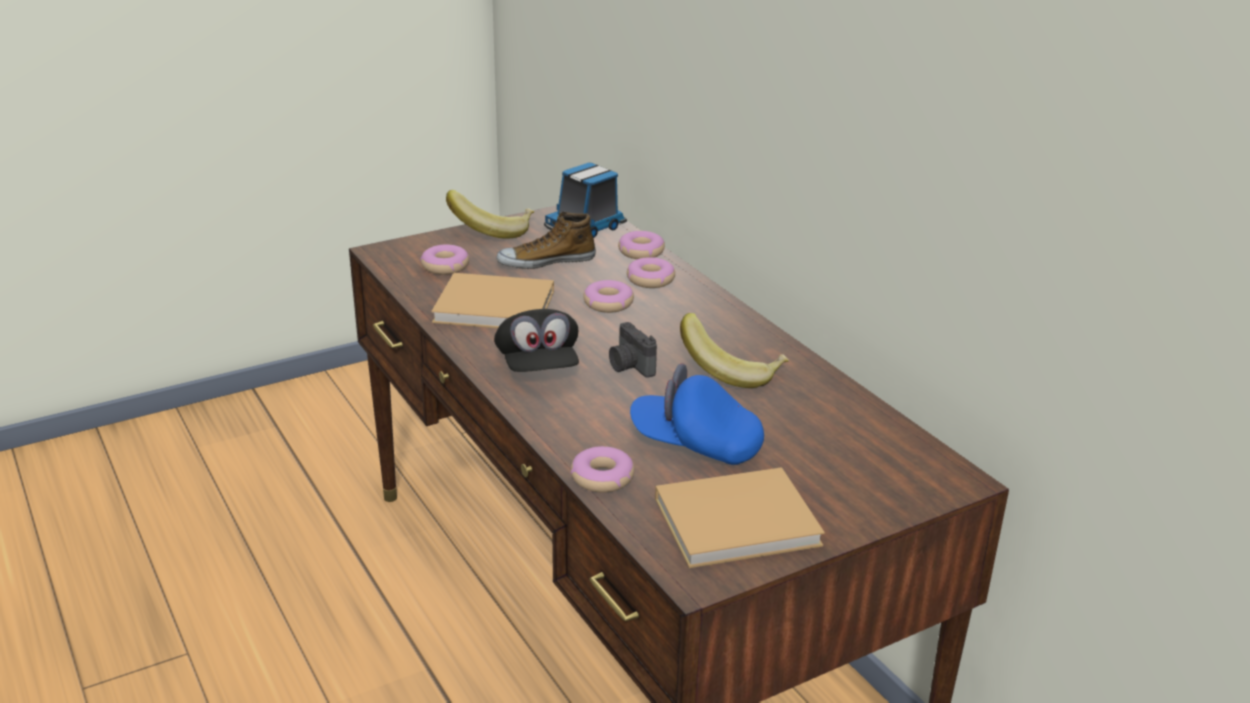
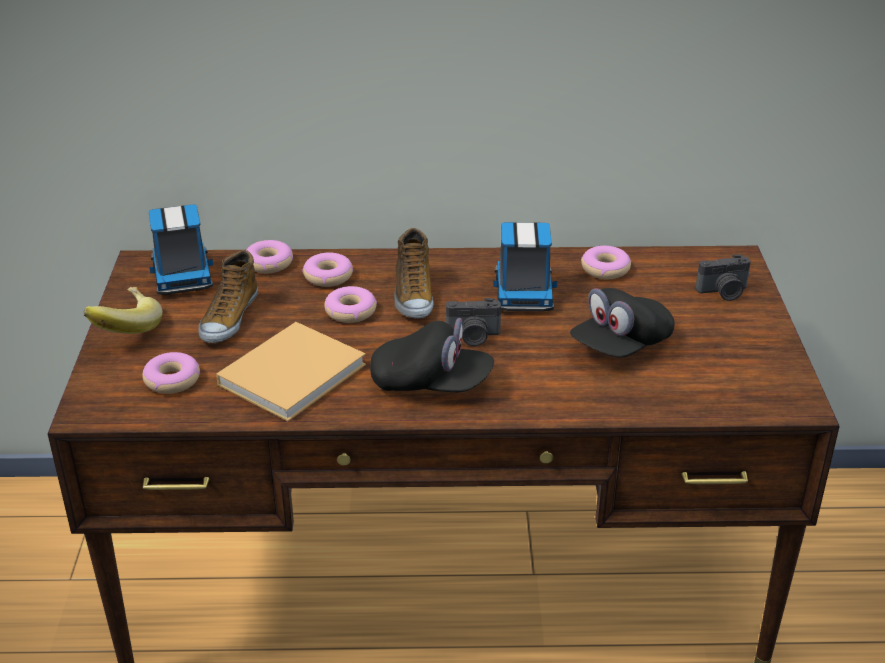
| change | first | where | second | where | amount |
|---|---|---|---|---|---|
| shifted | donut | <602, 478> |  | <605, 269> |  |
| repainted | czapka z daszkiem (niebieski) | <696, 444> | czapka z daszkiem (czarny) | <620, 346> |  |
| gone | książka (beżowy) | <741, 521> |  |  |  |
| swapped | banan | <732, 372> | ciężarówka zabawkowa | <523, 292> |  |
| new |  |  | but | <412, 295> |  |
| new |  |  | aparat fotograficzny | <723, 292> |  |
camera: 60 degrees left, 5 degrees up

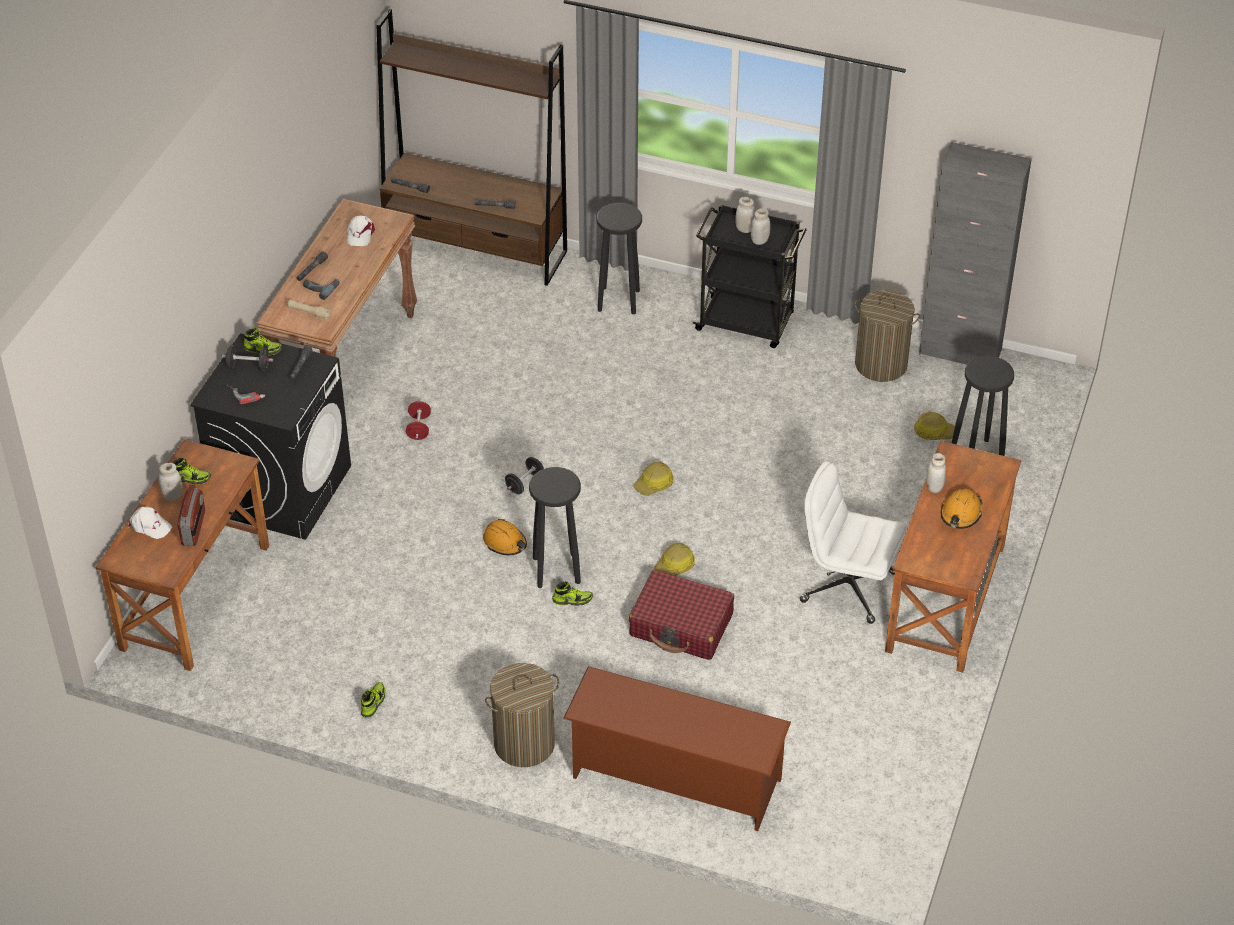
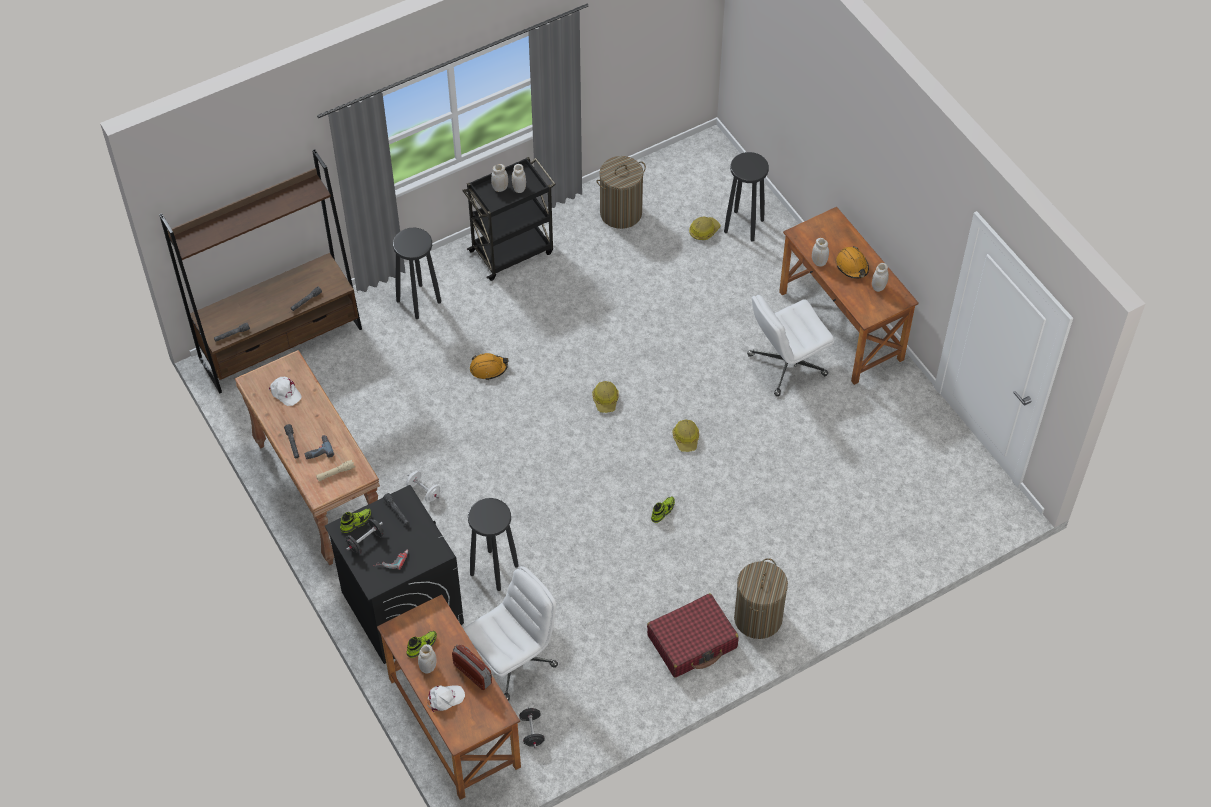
| change | first | where | second | where | amount |
|---|---|---|---|---|---|
| gone | but | <373, 703> |  |  |  |
| repainted | hantel (czerwony) | <419, 428> | hantel (biały) | <424, 491> |  |
| shifted | kask (pomarańczowy) | <505, 542> |  | <488, 368> |  |
| shifted | hantel (czarny) | <525, 483> |  | <532, 732> |  |
| shifted | stołek (czarny) | <556, 569> |  | <493, 569> |  |
| gone | regał na buty (brązowy) | <674, 778> |  |  |  |
| shifted | walizka (czerwony) | <681, 625> |  | <692, 642> |  |
| gone | szafka (szary) | <960, 352> |  |  |  |
| new |  |  | krzesło biurowe (biały) | <513, 660> |  |
| new |  |  | słoik (biały) | <878, 287> |  |
camera: 50 degrees left, 10 degrees up

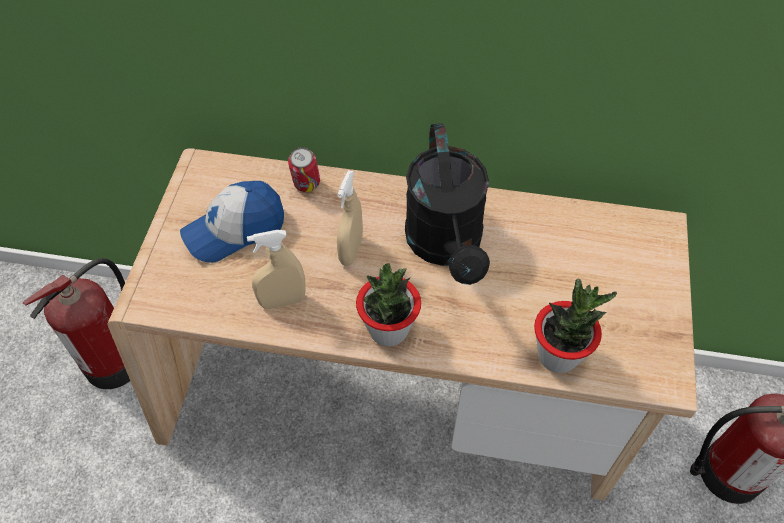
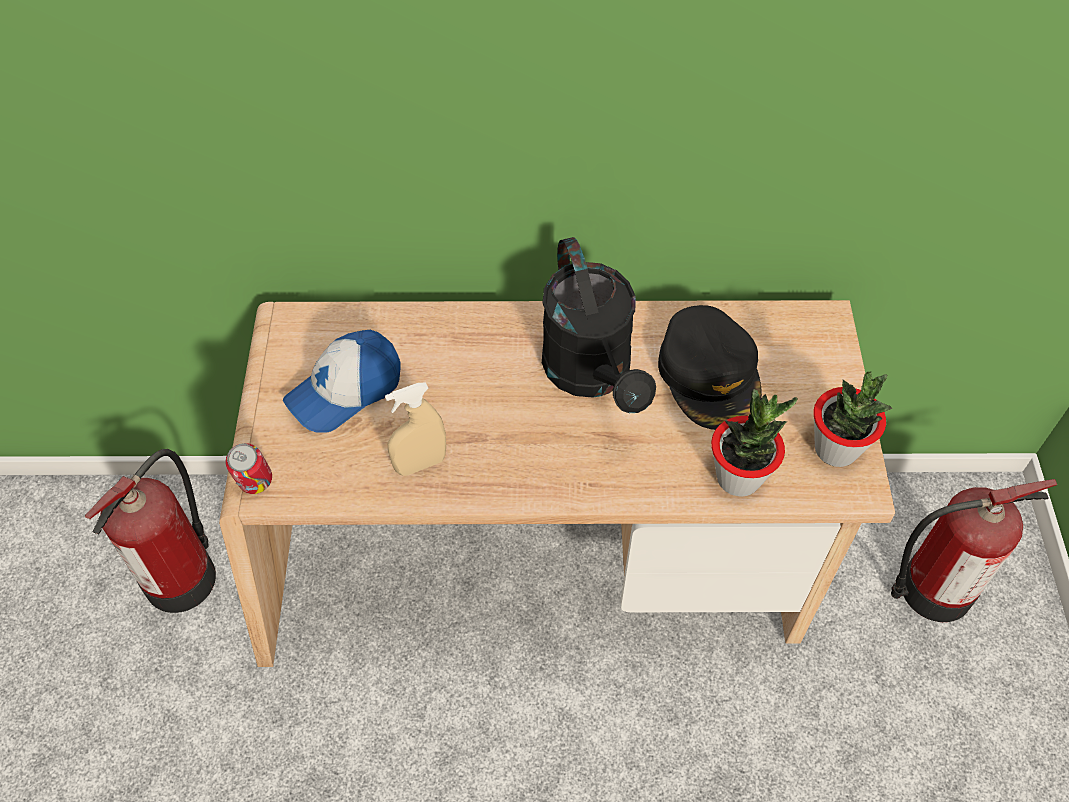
| change | first | where | second | where | amount |
|---|---|---|---|---|---|
| shifted | puszka | <306, 186> |  | <255, 485> |  |
| gone | spryskiwacz (beżowy) | <351, 251> |  |  |  |
| shifted | roślina doniczkowa | <388, 330> |  | <836, 449> |  |
| new |  |  | czapka z daszkiem (czarny) | <710, 375> |  |
camera: 10 degrees left, 0 degrees up

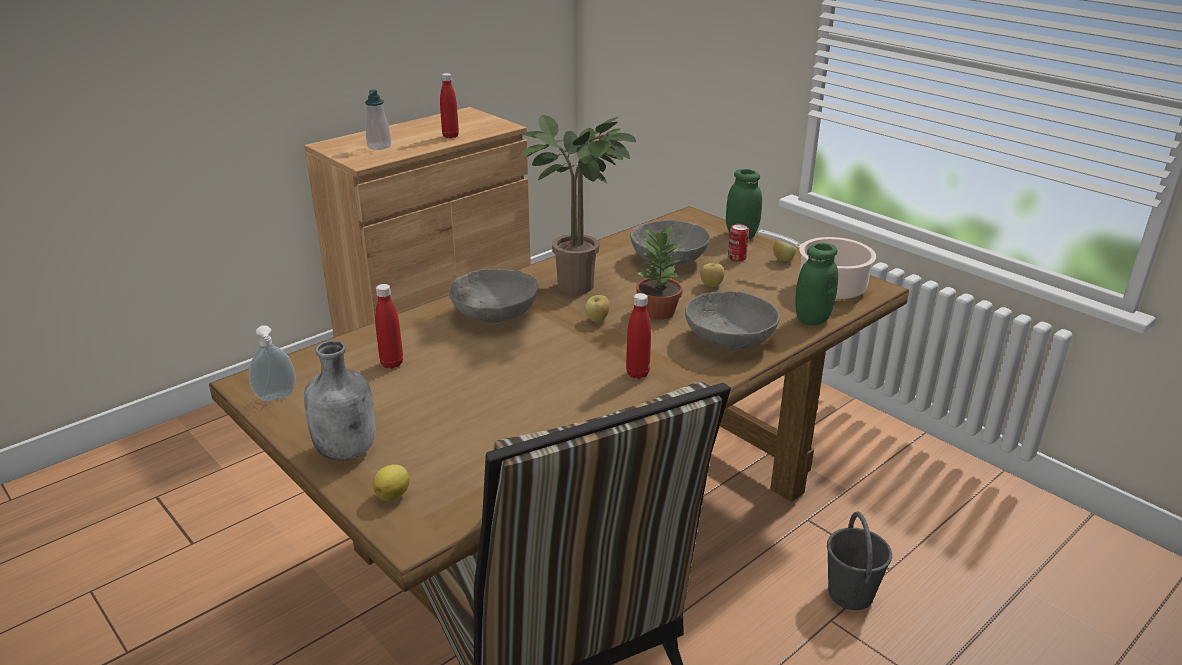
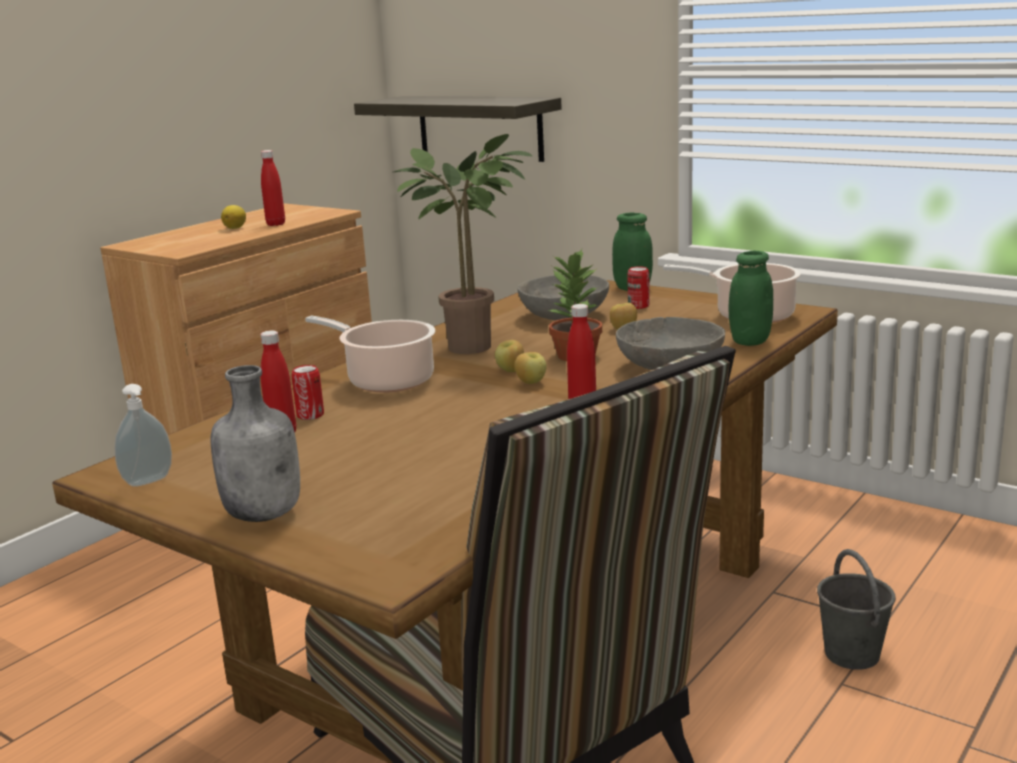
| change | first | where | second | where | amount |
|---|---|---|---|---|---|
| gone | dozownik mydła | <379, 146> |  |  |  |
| shifted | cytryna | <393, 495> |  | <235, 228> |  |
| swapped | miska (szary) | <494, 314> | garnek | <386, 380> |  |
| shifted | jabłko | <783, 260> |  | <531, 382> |  |
| new |  |  | puszka | <310, 415> |  |
| new |  |  | półka | <479, 127> |  |
camera: 10 degrees left, 10 degrees down

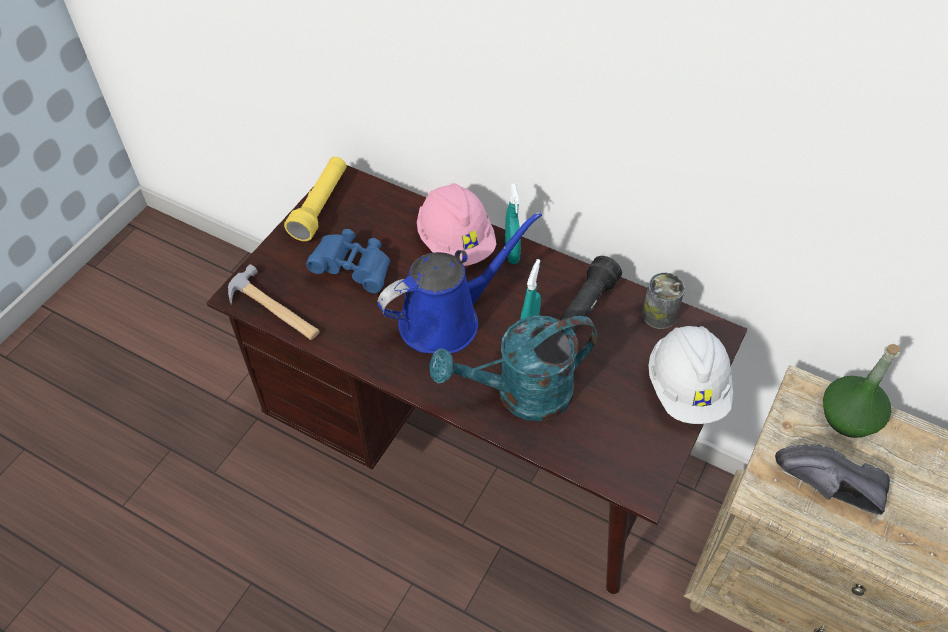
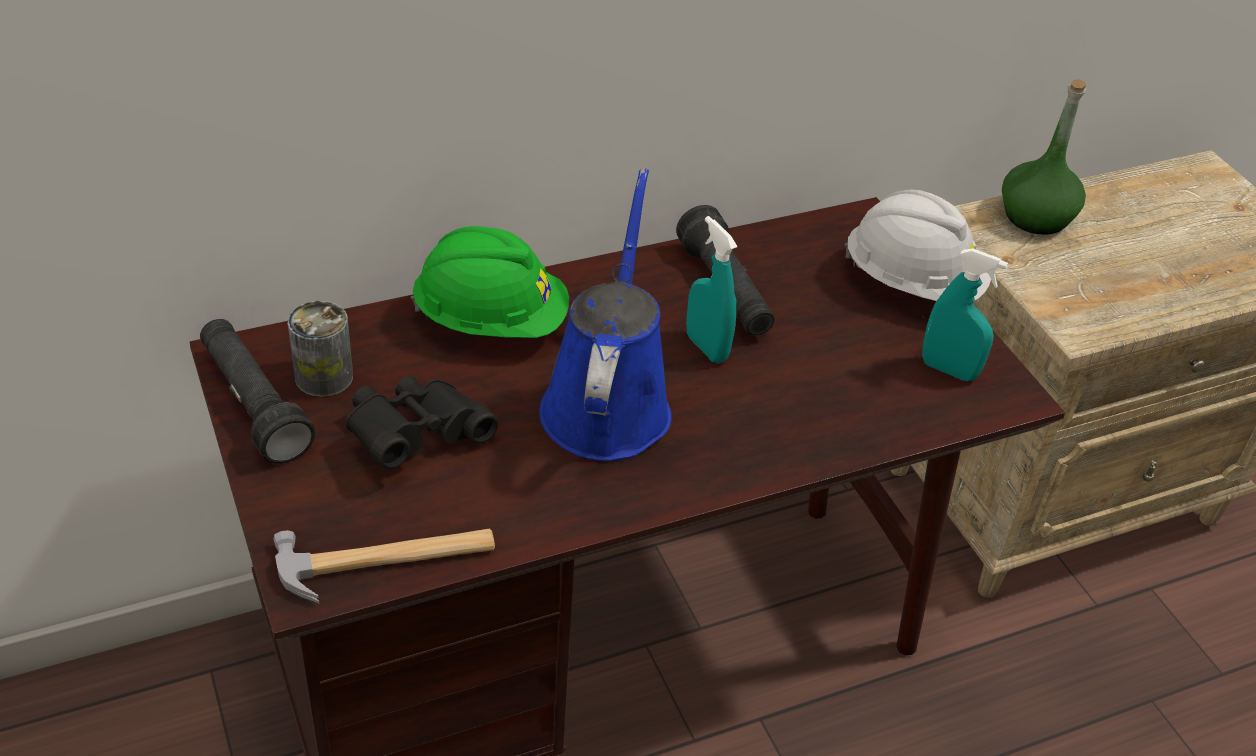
| change | first | where | second | where | amount |
|---|---|---|---|---|---|
| repainted | latarka (żółty) | <320, 206> | latarka (czarny) | <254, 404> |  |
| repainted | lornetka (niebieski) | <354, 269> | lornetka (czarny) | <416, 437> |  |
| repainted | kask (różowy) | <456, 242> | kask (zielony) | <491, 321> |  |
| gone | konewka (turkusowy) | <521, 395> |  |  |  |
| shifted | spryskiwacz (turkusowy) | <512, 252> |  | <948, 370> |  |
| shifted | puszka | <659, 315> |  | <324, 377> |  |
| gone | but (czarny) | <827, 490> |  |  |  |
camera: 55 degrees left, 10 degrees down

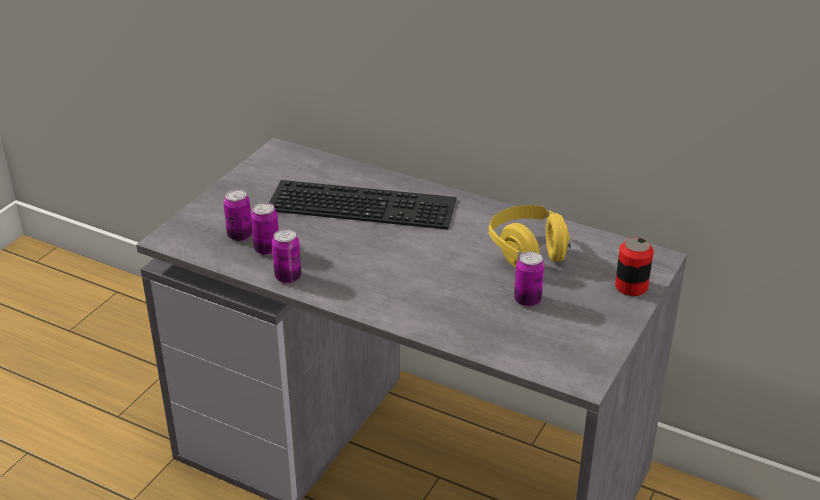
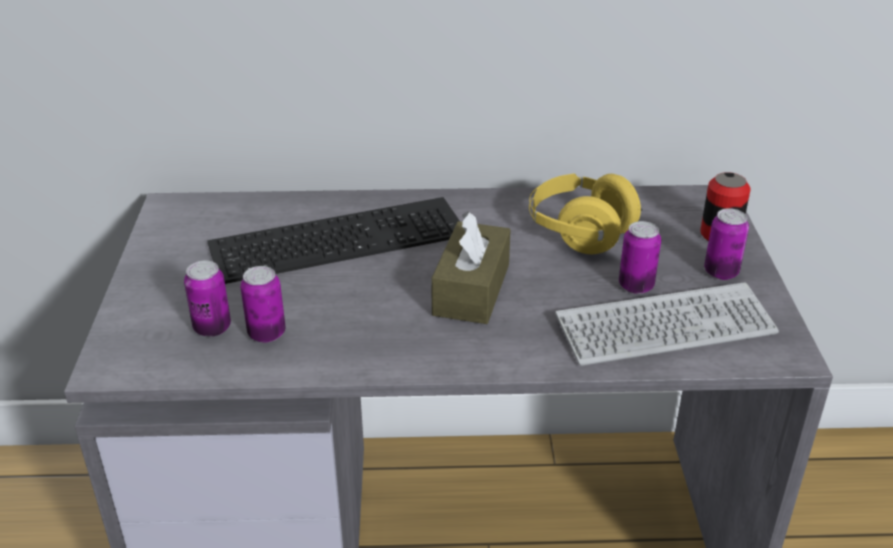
| change | first | where | second | where | amount |
|---|---|---|---|---|---|
| shifted | puszka | <288, 277> |  | <721, 272> |  |
| new |  |  | pudełko chusteczek (brązowy) | <471, 289> |  |
| new |  |  | klawiatura | <665, 327> |  |
camera: 30 degrees left, 0 degrees up

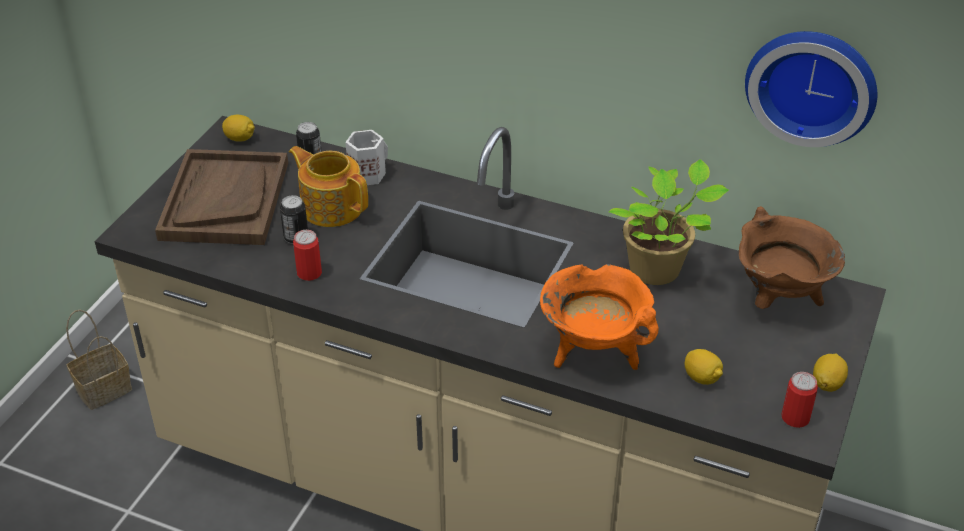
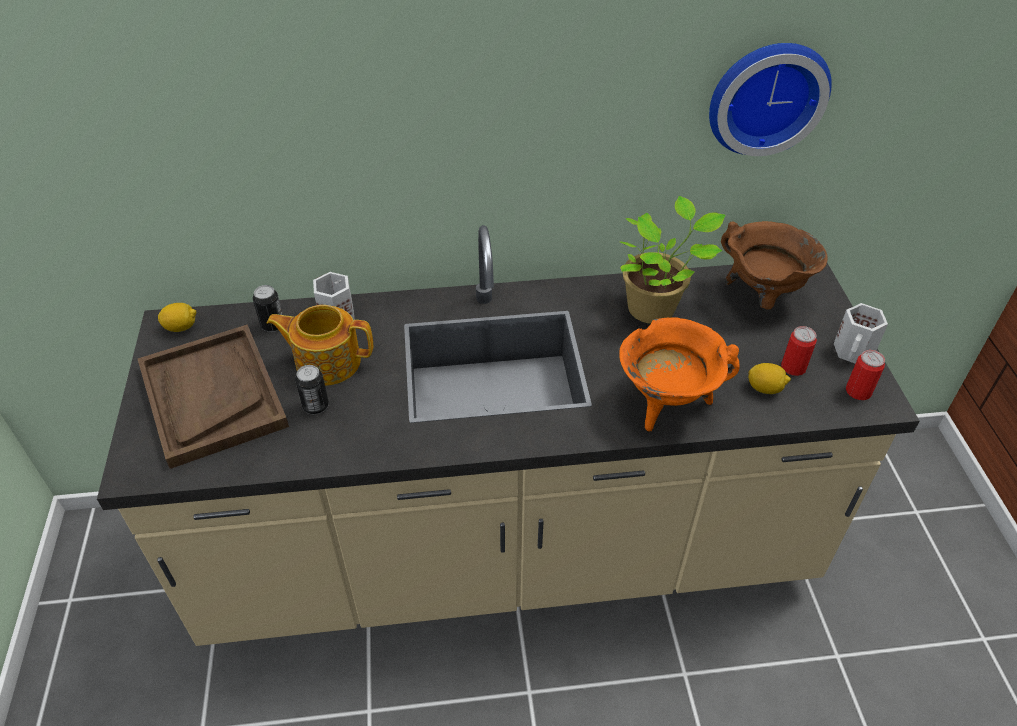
| change | first | where | second | where | amount |
|---|---|---|---|---|---|
| gone | koszyk | <103, 391> |  |  |  |
| shifted | puszka | <309, 273> |  | <793, 367> |  |
| swapped | cytryna | <827, 383> | kubek (biały) | <854, 352> |  |
camera: 30 degrees left, 5 degrees up

